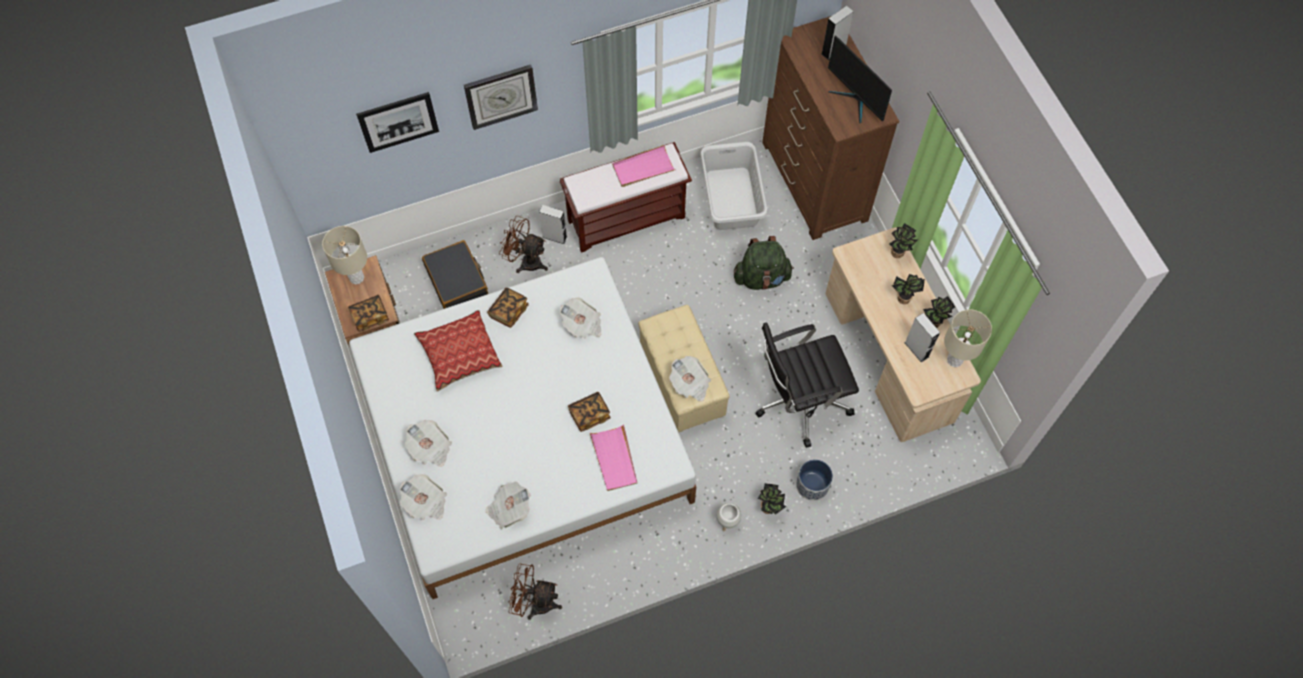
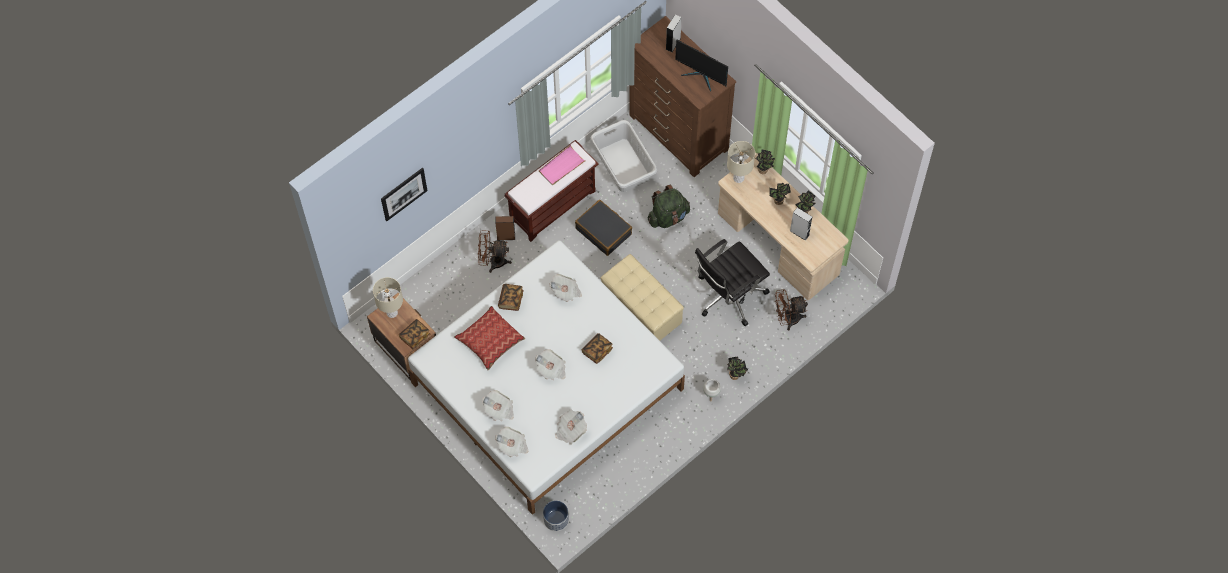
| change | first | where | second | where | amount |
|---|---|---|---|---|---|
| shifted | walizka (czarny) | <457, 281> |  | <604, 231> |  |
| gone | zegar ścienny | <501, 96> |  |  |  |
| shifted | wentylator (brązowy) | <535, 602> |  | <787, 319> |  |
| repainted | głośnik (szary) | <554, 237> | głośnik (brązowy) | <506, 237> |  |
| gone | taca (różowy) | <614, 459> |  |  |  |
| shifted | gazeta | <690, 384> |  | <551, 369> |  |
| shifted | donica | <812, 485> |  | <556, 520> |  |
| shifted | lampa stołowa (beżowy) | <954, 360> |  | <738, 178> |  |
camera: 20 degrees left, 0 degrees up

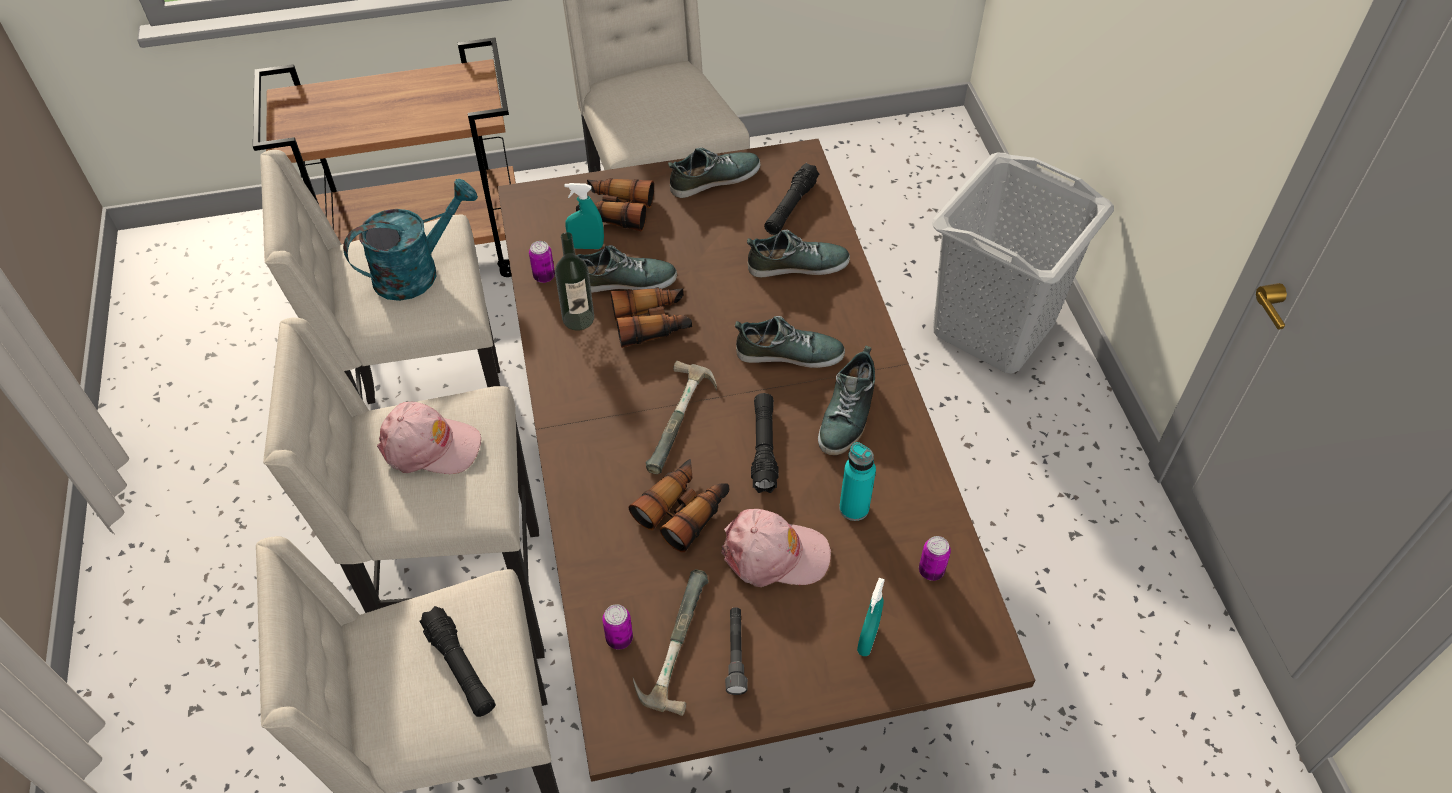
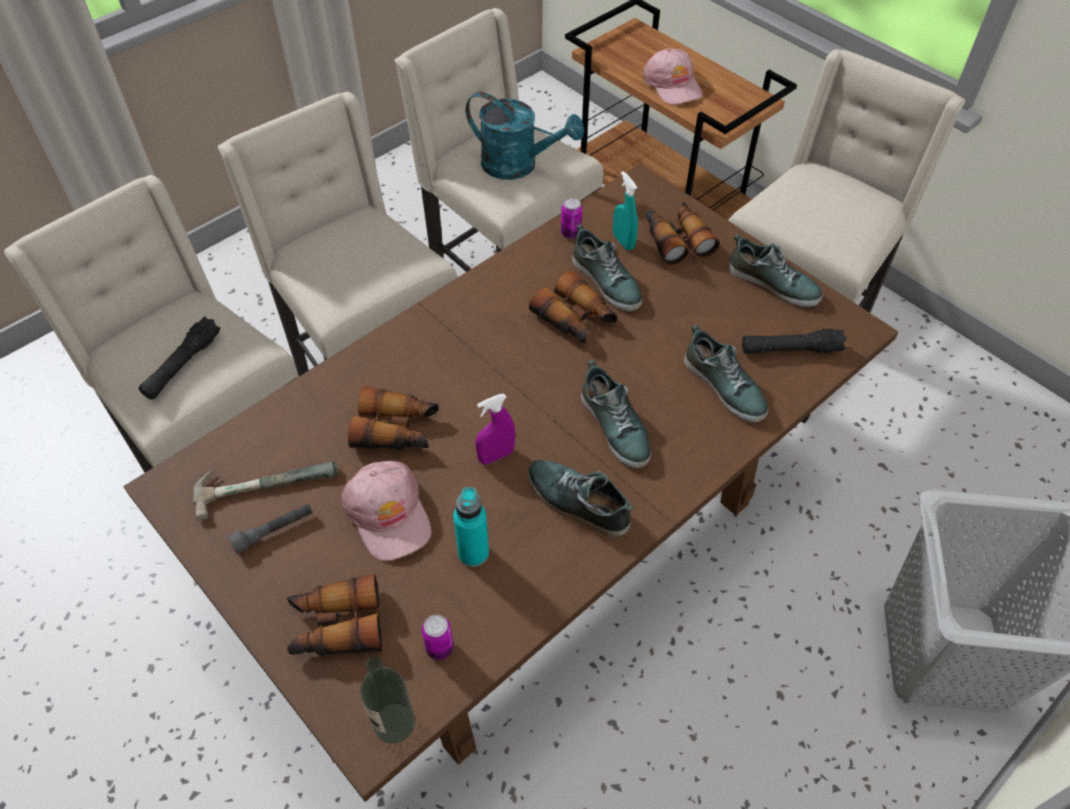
| change | first | where | second | where | amount |
|---|---|---|---|---|---|
| shifted | czapka z daszkiem (różowy) | <430, 445> |  | <673, 85> |  |
| shifted | butelka | <578, 318> |  | <394, 723> |  |
| gone | puszka | <619, 638> |  |  |  |
| gone | młotek | <684, 421> |  |  |  |
| swapped | latarka (czarny) | <764, 448> | spryskiwacz (fioletowy) | <496, 456> |  |
| rotated | but | <848, 414> |  | <577, 502> | 45 degrees clockwise |
| swapped | spryskiwacz (turkusowy) | <867, 639> | lornetka | <336, 626> |  |
camera: 60 degrees right, 0 degrees up

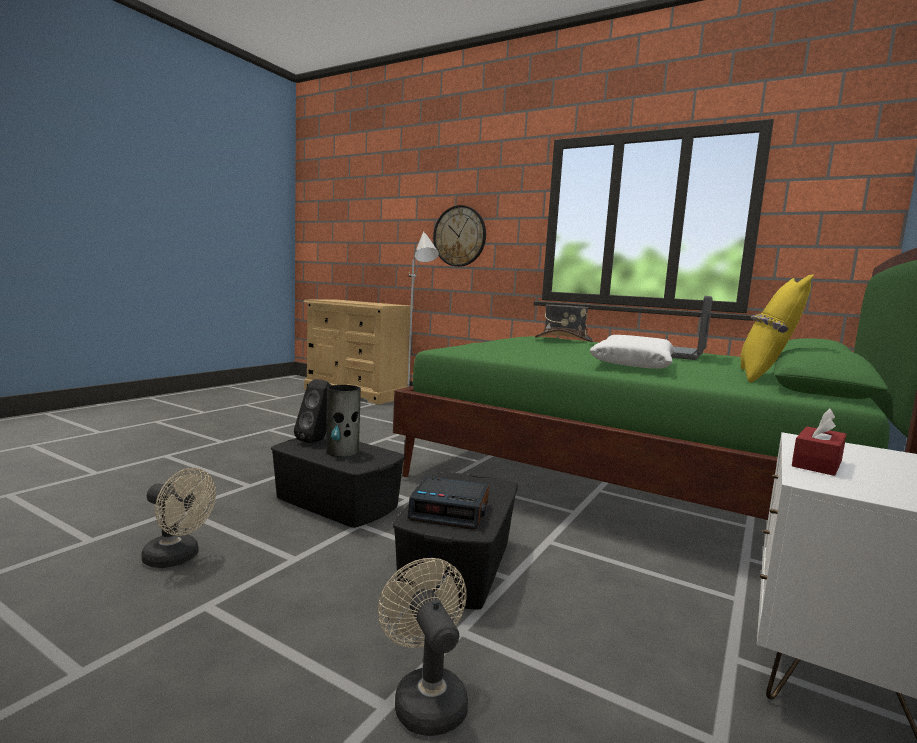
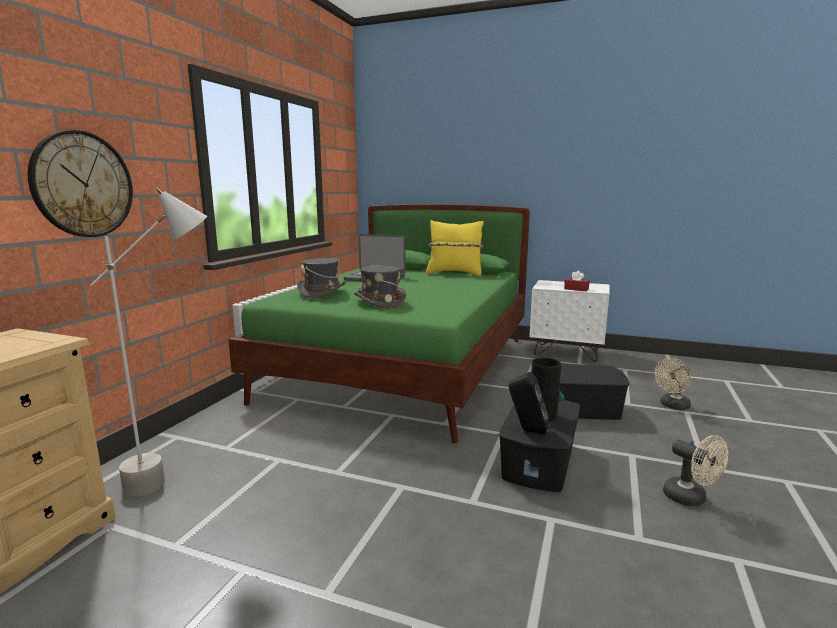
| change | first | where | second | where | amount |
|---|---|---|---|---|---|
| rotated | wentylator (beżowy) | <178, 558> |  | <691, 499> | 135 degrees clockwise |
| gone | budzik | <450, 511> |  |  |  |
| gone | poduszka (biały) | <632, 365> |  |  |  |
| new |  |  | kapelusz (szary) | <380, 302> |  |
camera: 100 degrees left, 5 degrees up

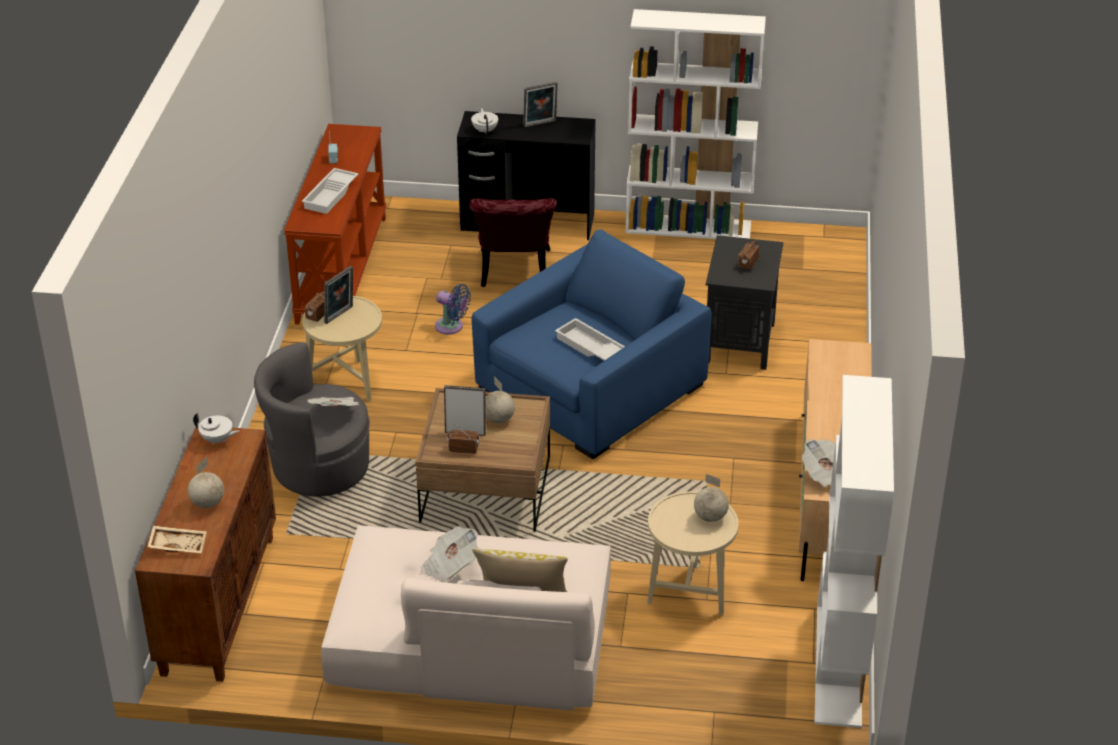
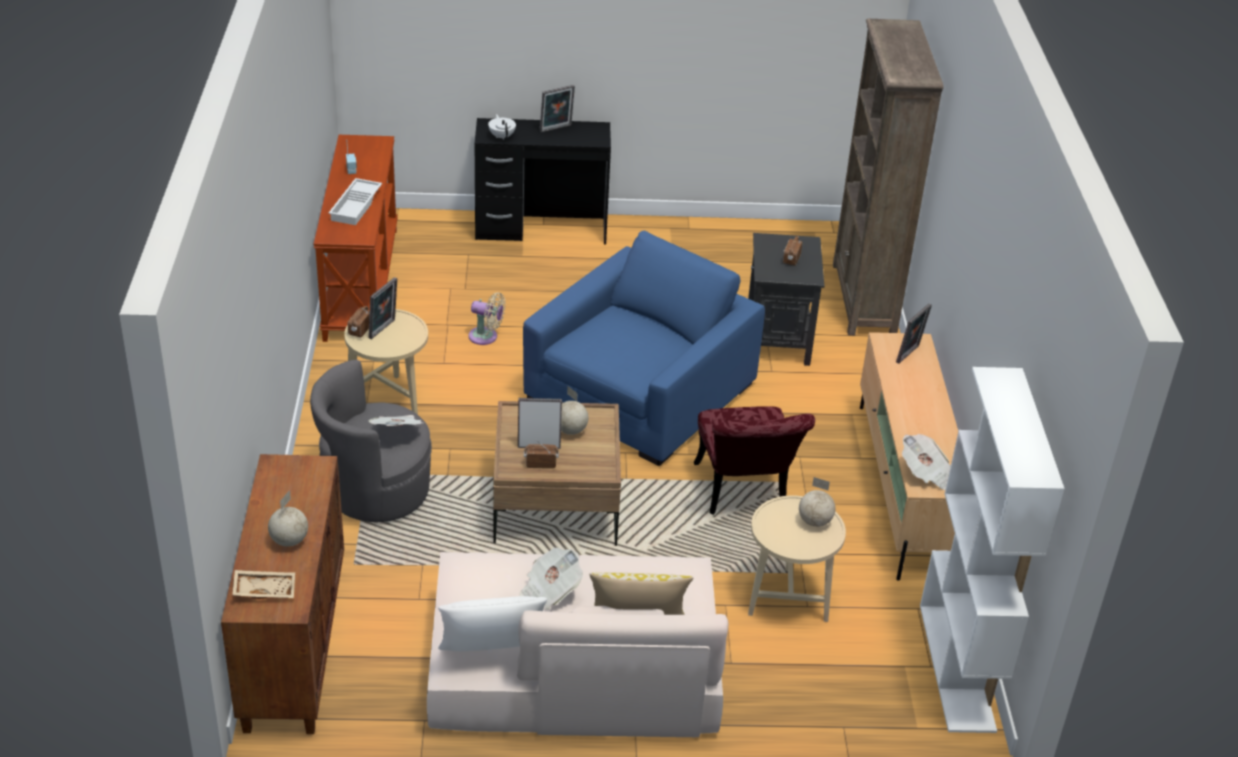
| change | first | where | second | where | amount |
|---|---|---|---|---|---|
| gone | imbryk (biały) | <217, 440> |  |  |  |
| repainted | wentylator (niebieski) | <451, 327> | wentylator (beżowy) | <486, 337> |  |
| shifted | krzesło (czerwony) | <514, 274> |  | <743, 494> |  |
| gone | taca (biały) | <589, 347> |  |  |  |
| gone | regał (biały) | <689, 227> |  |  |  |
| new |  |  | poduszka (biały) | <492, 658> |  |
| new |  |  | regał (brązowy) | <863, 300> |  |
| new |  |  | ramka na zdjęcie | <909, 355> |  |
camera: 10 degrees left, 0 degrees up

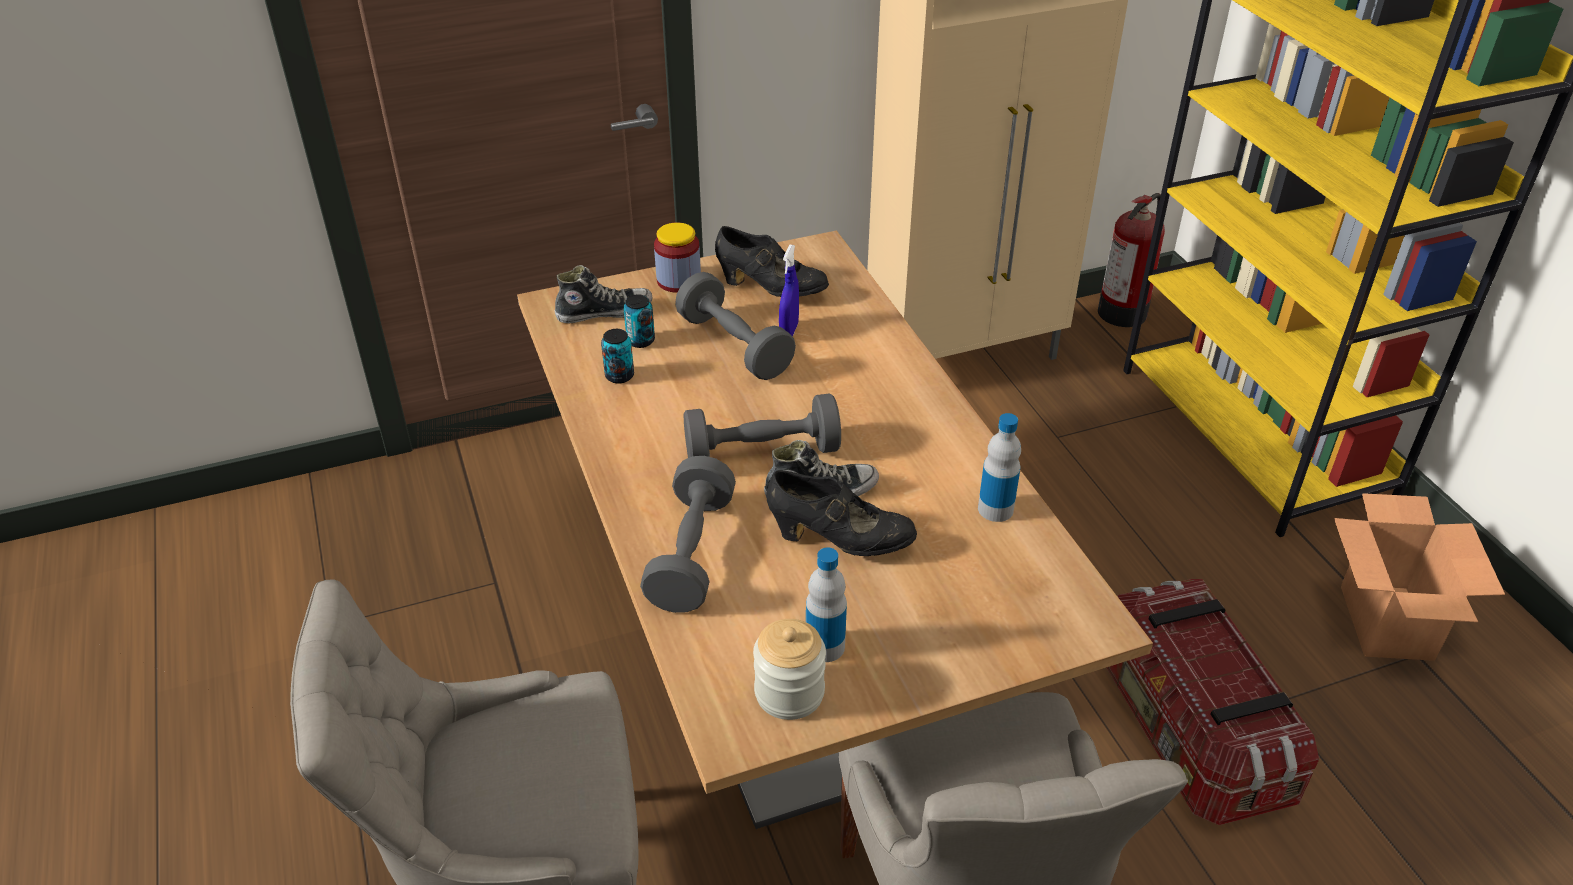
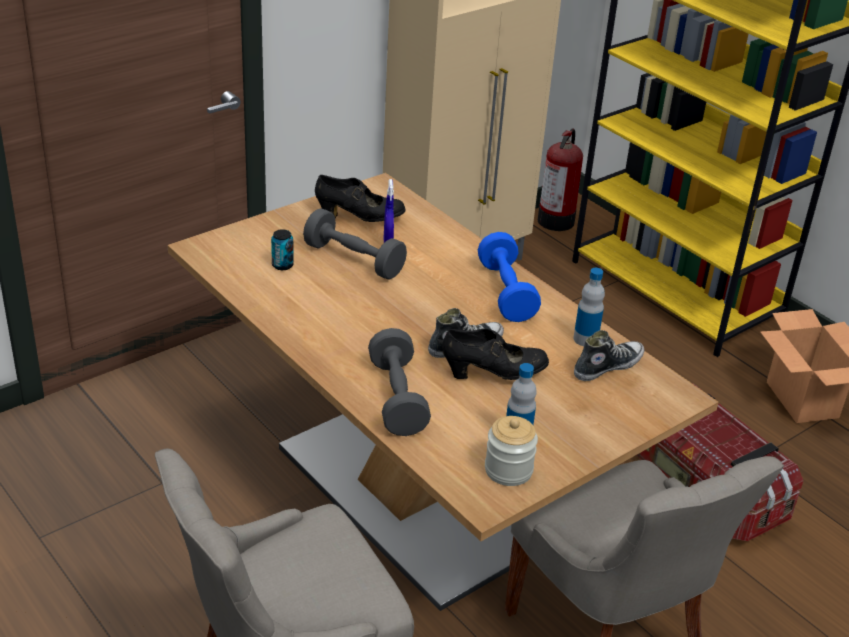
| change | first | where | second | where | amount |
|---|---|---|---|---|---|
| shifted | but | <604, 312> |  | <607, 366> |  |
| gone | puszka | <619, 376> |  |  |  |
| gone | słoik | <678, 280> |  |  |  |
| gone | hantel (szary) | <762, 453> |  |  |  |
| new |  |  | hantel (niebieski) | <506, 292> |  |
camera: 20 degrees left, 5 degrees down

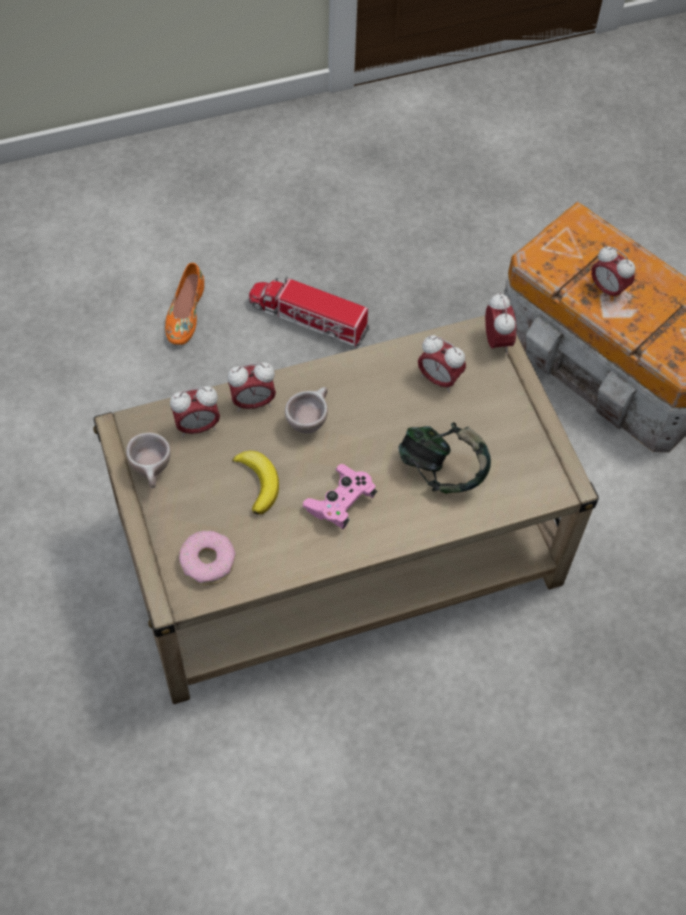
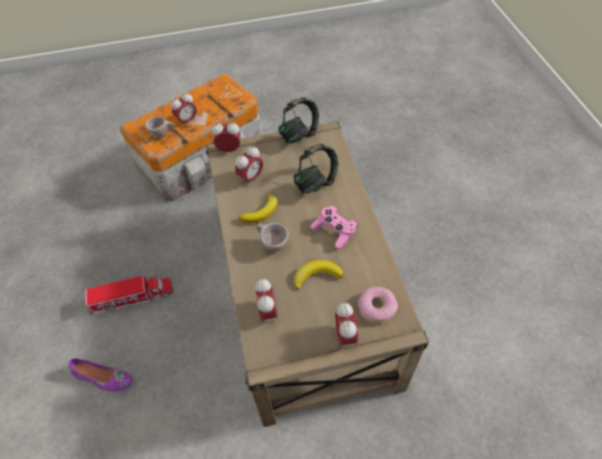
| change | first | where | second | where | amount |
|---|---|---|---|---|---|
| shifted | filiżanka (beżowy) | <152, 473> |  | <163, 135> |  |
| repainted | but (pomarańczowy) | <184, 313> | but (fioletowy) | <103, 378> |  |
| shifted | budzik | <253, 402> |  | <345, 336> |  |
| rotated | ciężarówka zabawkowa | <308, 318> |  | <132, 298> | 135 degrees counterclockwise |
| new |  |  | banan | <261, 212> |  |
| new |  |  | słuchawki | <299, 134> |  |
camera: 80 degrees left, 5 degrees down

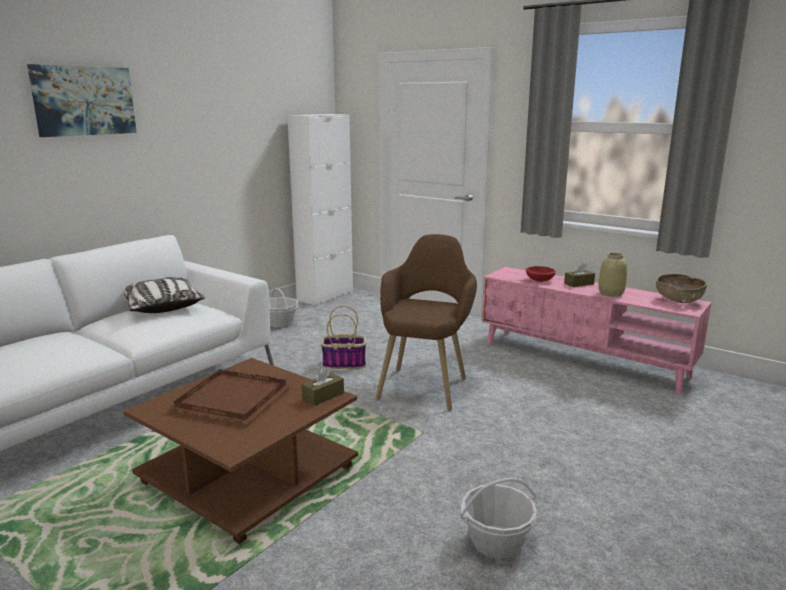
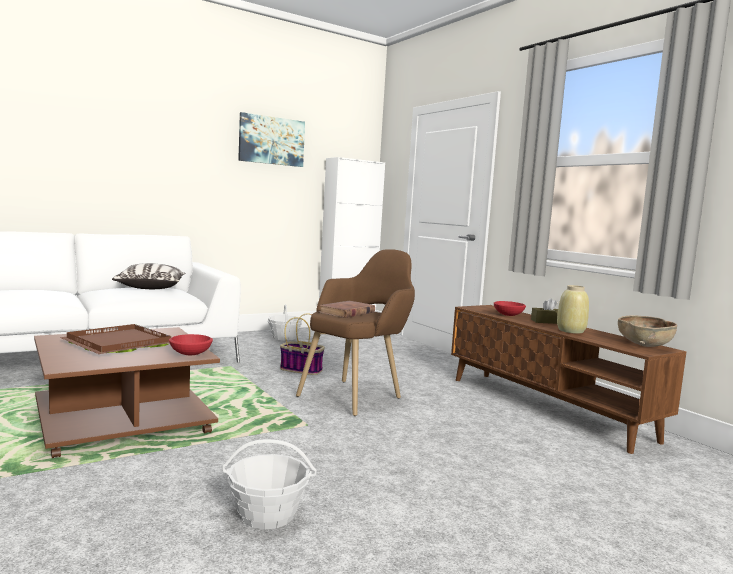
| change | first | where | second | where | amount |
|---|---|---|---|---|---|
| shifted | obraz | <84, 101> |  | <271, 140> |  |
| swapped | pudełko chusteczek (brązowy) | <323, 396> | miska (czerwony) | <191, 353> |  |
| repainted | szafka pod telewizor (różowy) | <583, 359> | szafka pod telewizor (brązowy) | <546, 408> |  |
| new |  |  | książka (brązowy) | <346, 312> |  |
camera: 20 degrees right, 10 degrees down

